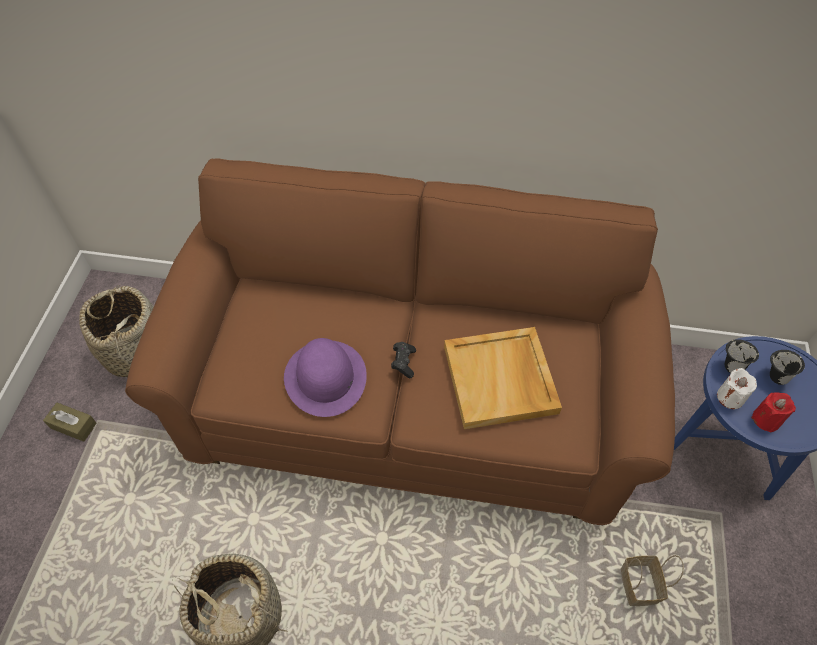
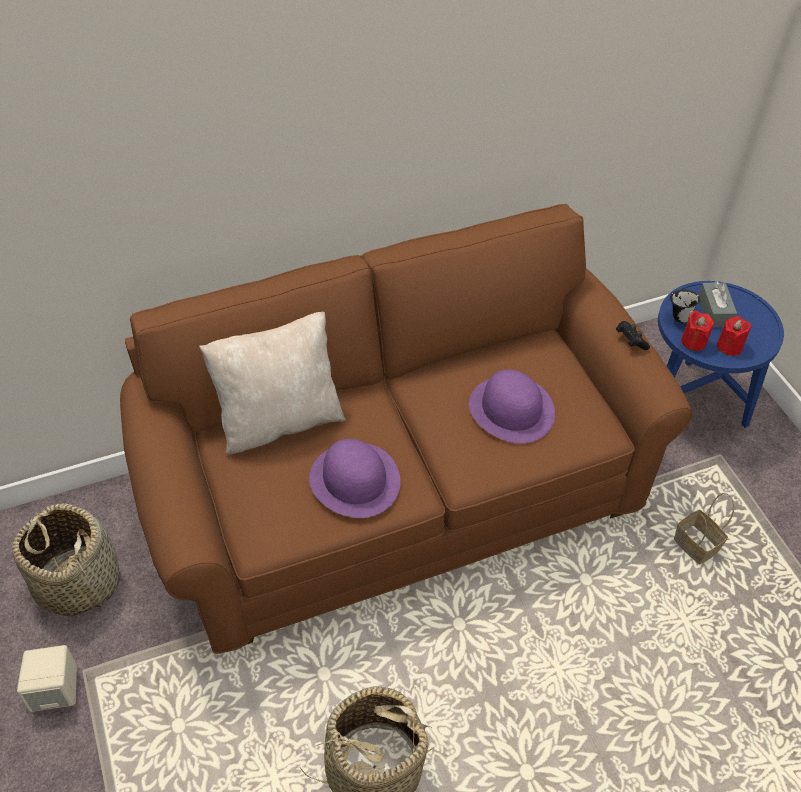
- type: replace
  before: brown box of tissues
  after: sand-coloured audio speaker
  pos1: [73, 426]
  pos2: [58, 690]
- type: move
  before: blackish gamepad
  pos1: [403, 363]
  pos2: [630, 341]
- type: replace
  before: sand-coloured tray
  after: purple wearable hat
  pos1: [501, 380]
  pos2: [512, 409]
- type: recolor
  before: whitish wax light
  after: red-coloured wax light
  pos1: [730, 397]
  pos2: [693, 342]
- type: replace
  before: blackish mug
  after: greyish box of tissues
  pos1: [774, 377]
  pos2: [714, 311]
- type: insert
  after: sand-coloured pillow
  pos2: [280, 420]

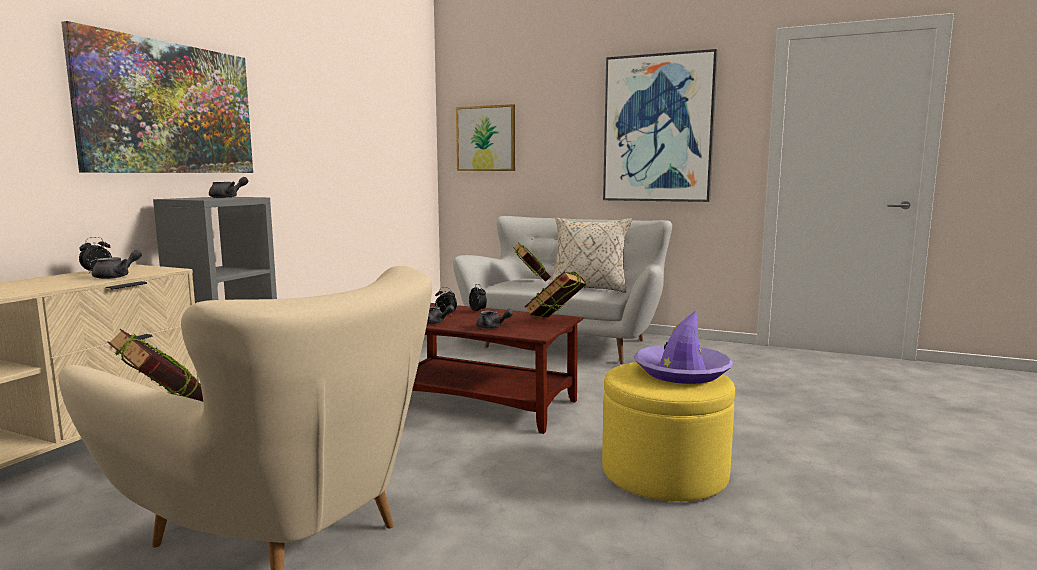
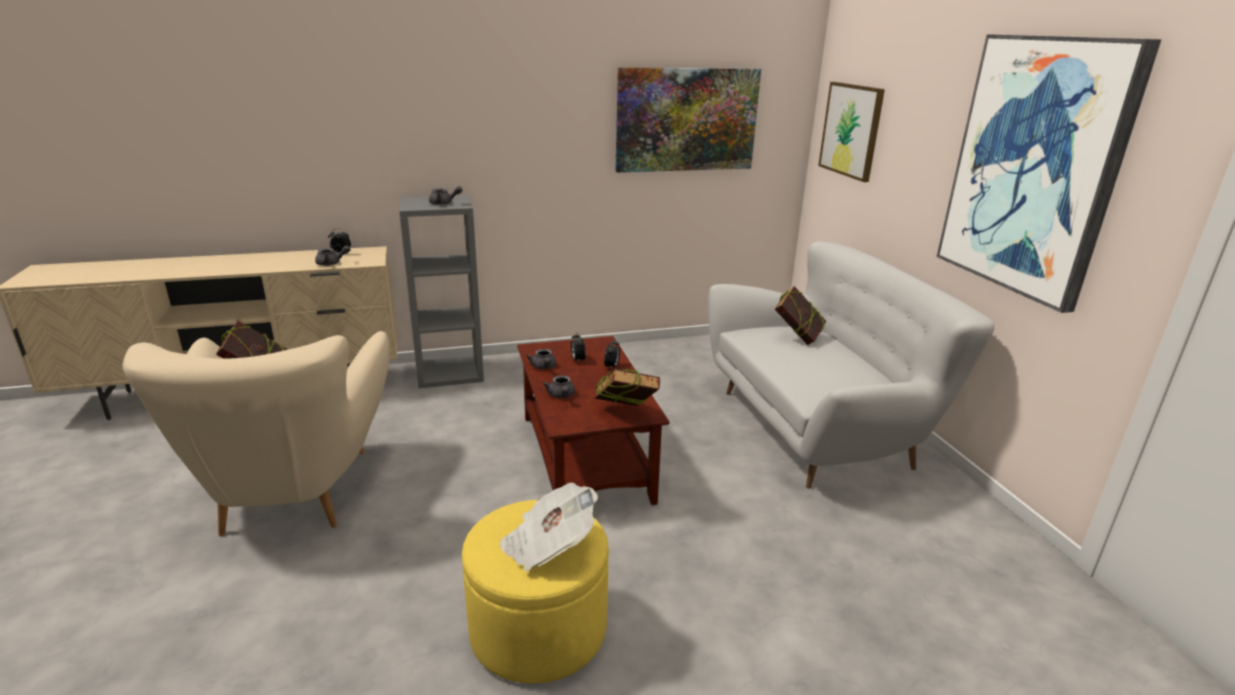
- type: move
  before: wall picture
  pos1: [169, 108]
  pos2: [686, 120]
- type: delete
  before: sand-coloured pillow
  pos1: [589, 288]
- type: replace
  before: purple wearable hat
  after: newspaper
  pos1: [681, 372]
  pos2: [548, 545]

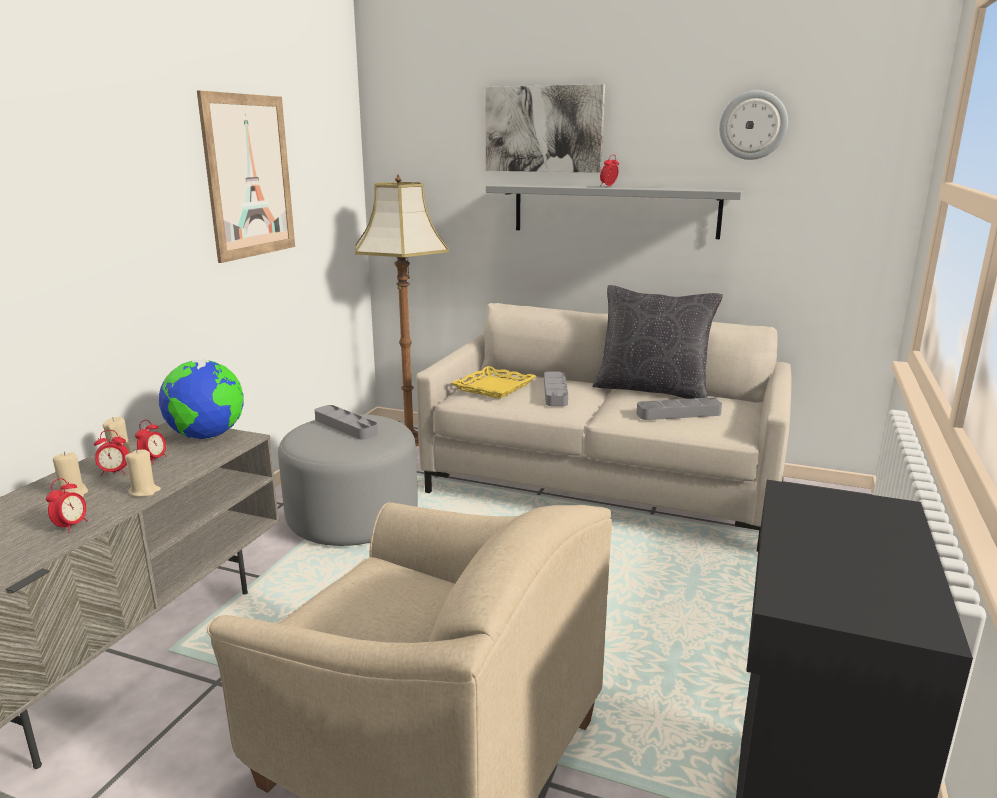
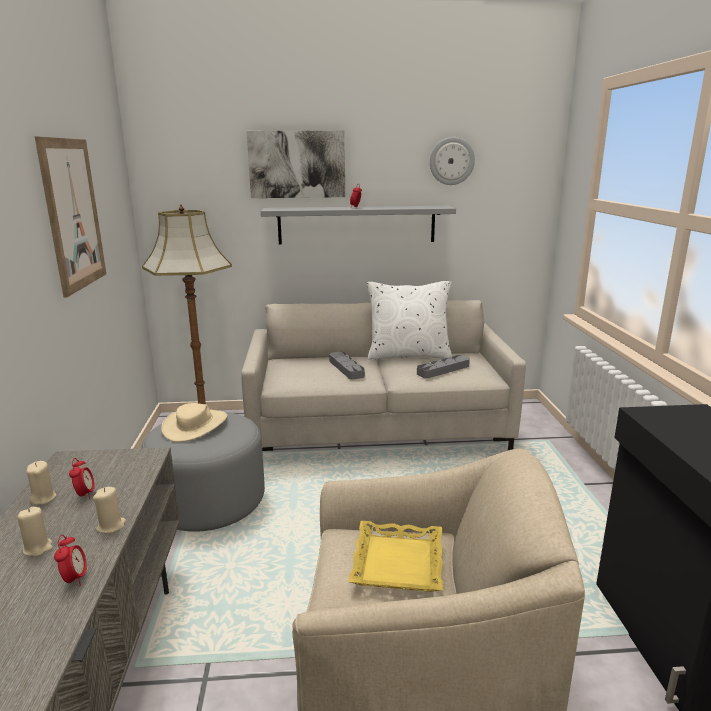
- type: delete
  before: table clock
  pos1: [114, 473]
- type: delete
  before: globe
  pos1: [207, 436]
- type: replace
  before: greyish tray
  after: sand-coloured wearable hat
  pos1: [345, 426]
  pos2: [195, 425]
- type: move
  before: yellowish tray
  pos1: [493, 387]
  pos2: [397, 562]
- type: recolor
  before: blackish pillow
  after: whitish pillow
  pos1: [652, 390]
  pos2: [408, 355]

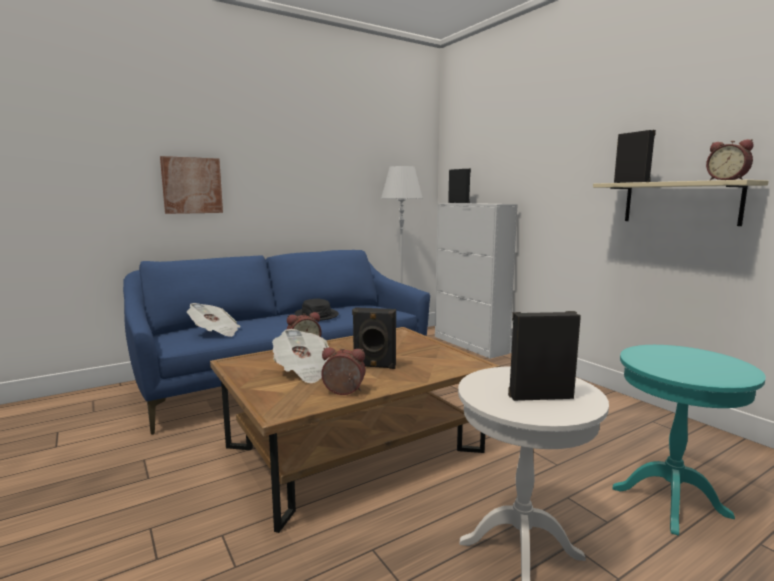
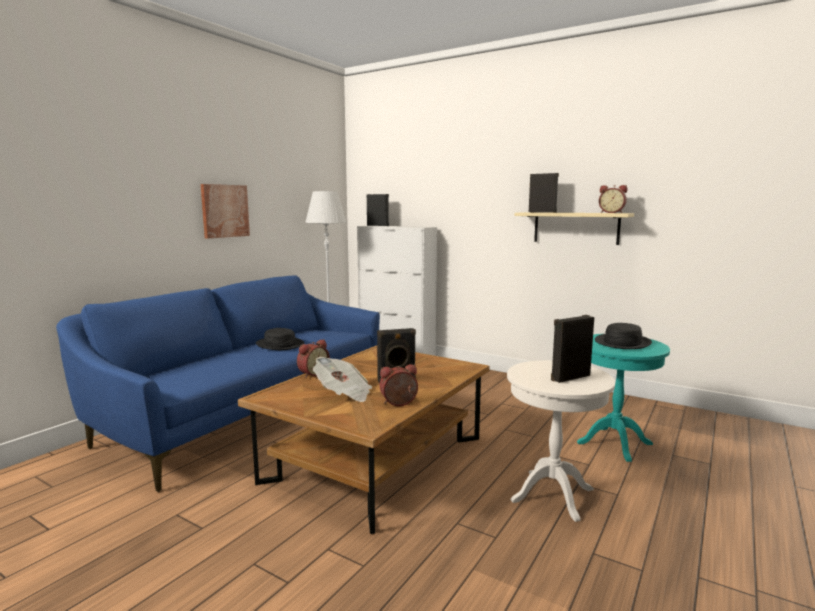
- type: move
  before: wall picture
  pos1: [192, 185]
  pos2: [224, 211]
- type: delete
  before: newspaper
  pos1: [215, 332]
- type: insert
  after: blackish wearable hat
  pos2: [622, 342]

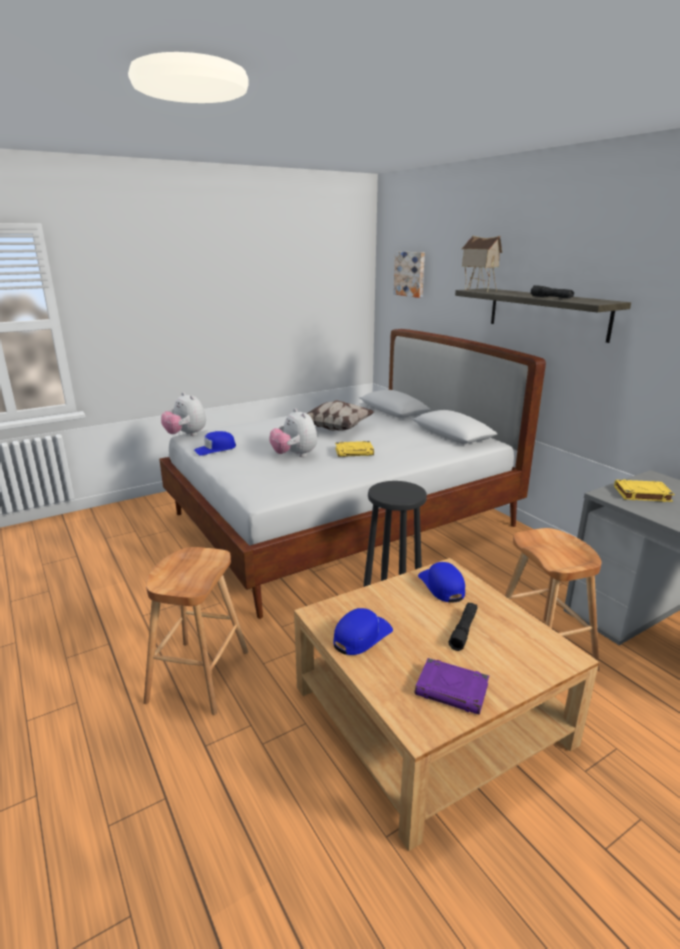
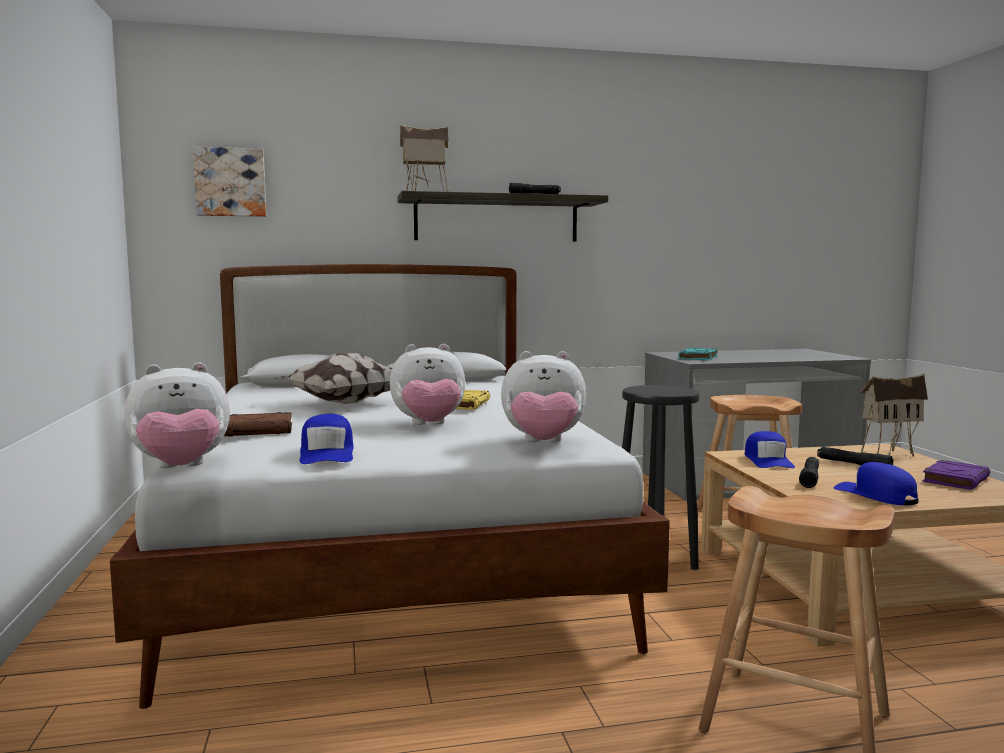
- type: rotate
  before: blue peaked cap
  pos1: [441, 586]
  pos2: [768, 460]
  turn: -90
- type: recolor
  before: yellowish book
  after: turquoise book
  pos1: [641, 494]
  pos2: [698, 358]
- type: insert
  after: brown book
  pos2: [257, 430]
- type: insert
  after: plush toy
  pos2: [543, 443]
- type: insert
  after: blackish torch
  pos2: [809, 478]
- type: insert
  after: toy house
  pos2: [888, 454]

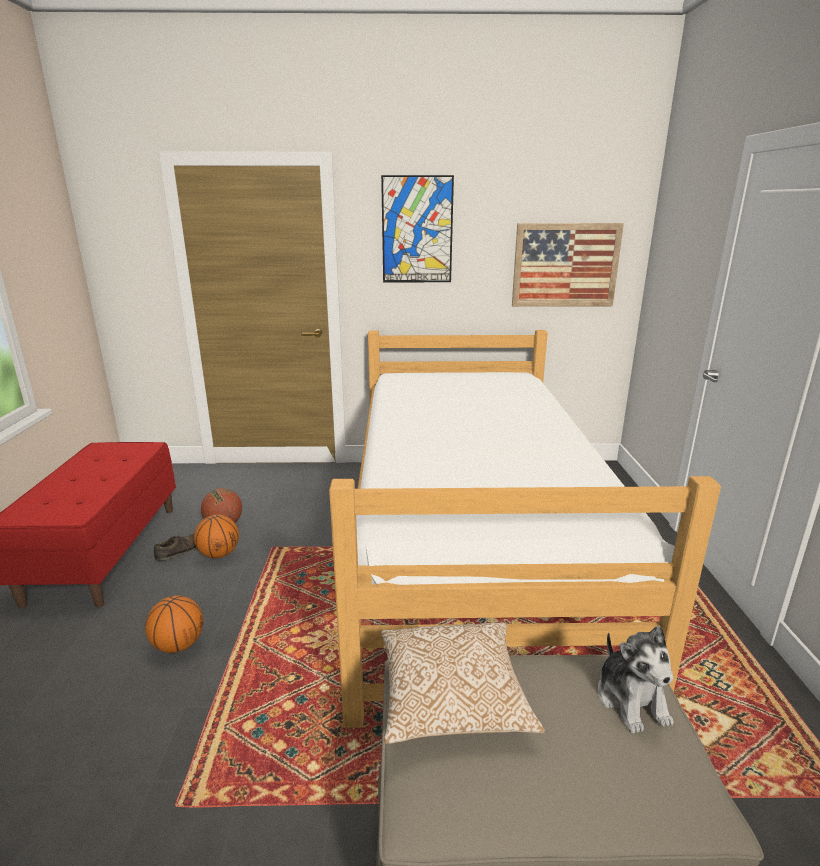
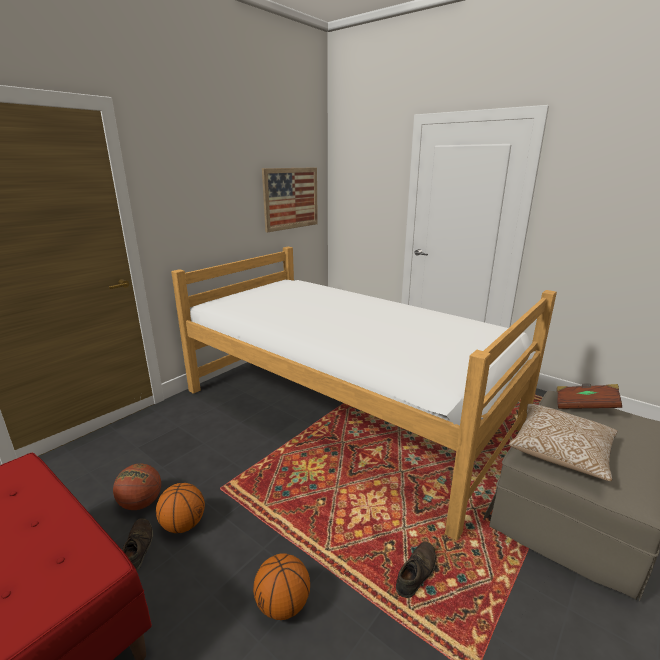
- type: delete
  before: wall picture
  pos1: [417, 230]
- type: replace
  before: plush toy
  after: brown book
  pos1: [631, 700]
  pos2: [584, 406]
- type: insert
  after: brown shoe
  pos2: [416, 572]

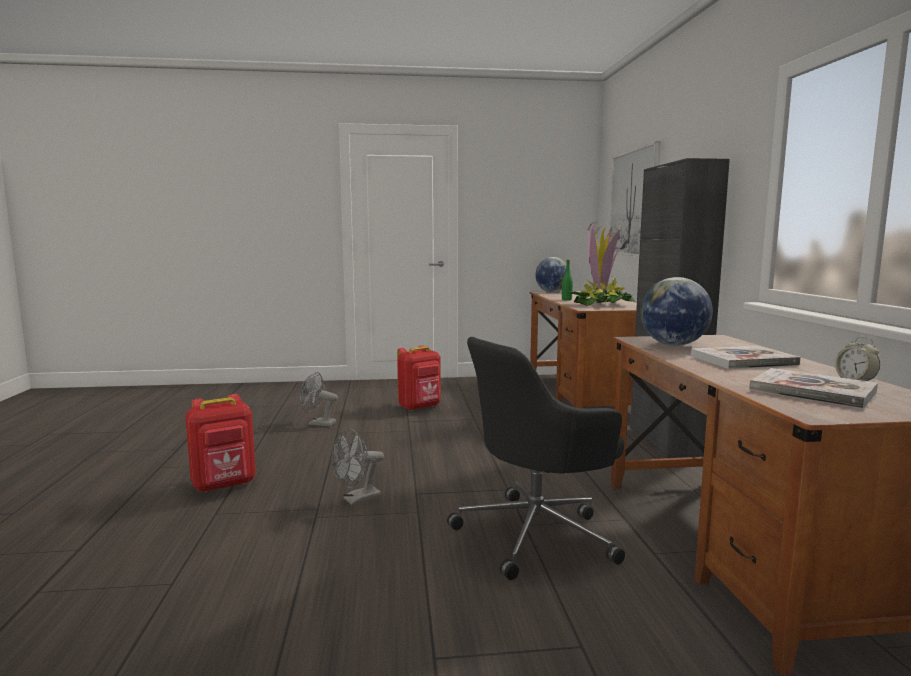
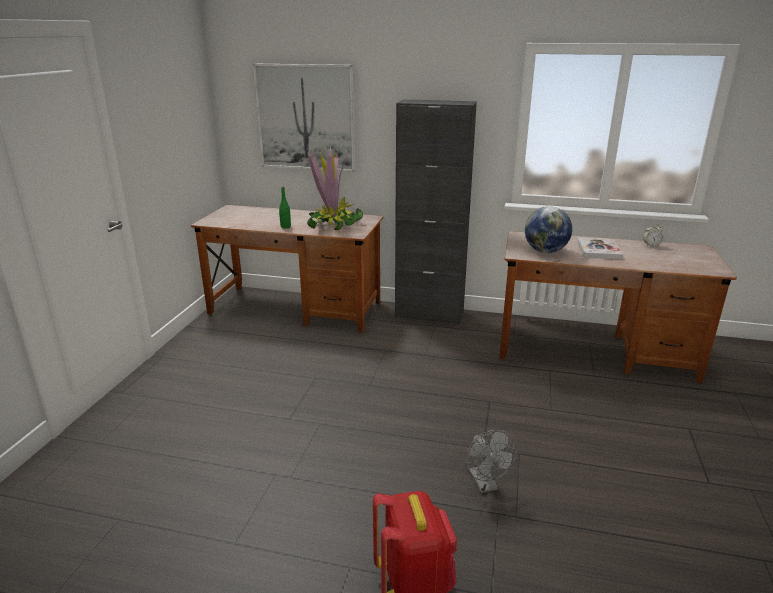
- type: delete
  before: greyish fan
  pos1: [318, 423]
- type: delete
  before: red-coloured backpack
  pos1: [420, 407]
- type: delete
  before: blackish office chair
  pos1: [537, 534]
- type: delete
  before: globe
  pos1: [552, 292]
- type: delete
  before: book
  pos1: [812, 391]

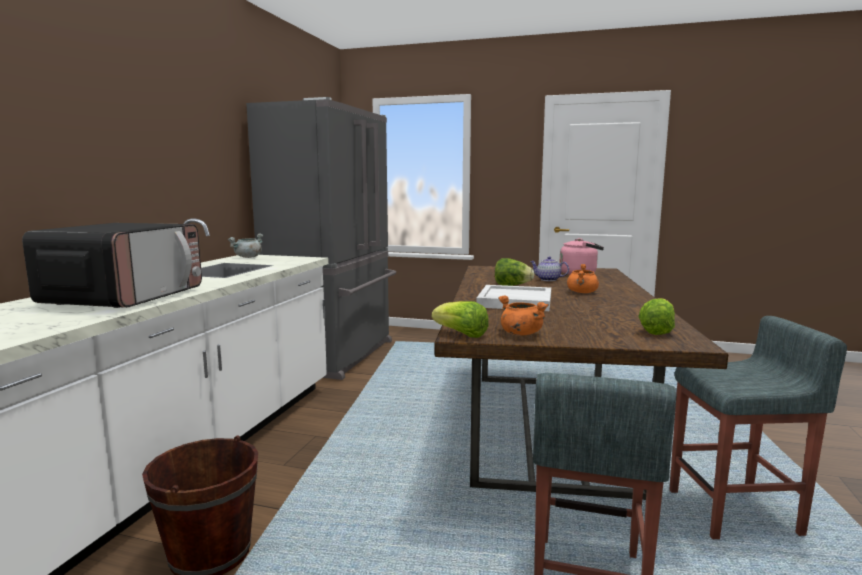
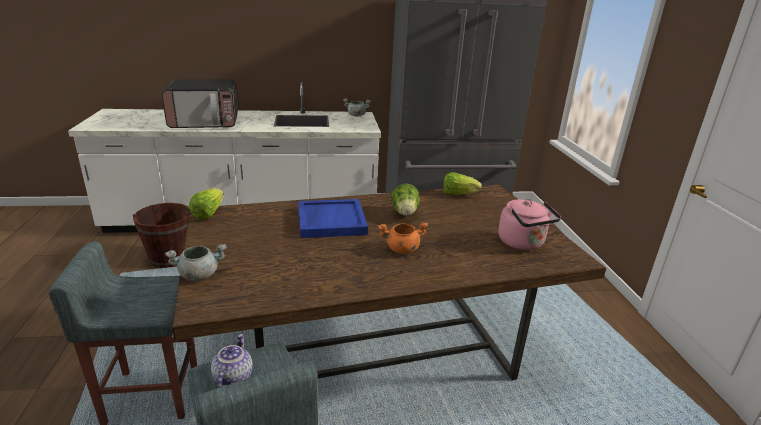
- type: recolor
  before: whitish tray
  after: blue tray
  pos1: [514, 301]
  pos2: [330, 221]
- type: delete
  before: orange-coloured saucepot
  pos1: [520, 333]
- type: move
  before: tea pot
  pos1: [548, 280]
  pos2: [232, 377]
- type: move
  before: lettuce head
  pos1: [657, 330]
  pos2: [458, 194]
- type: insert
  after: greyish saucepot
  pos2: [199, 274]

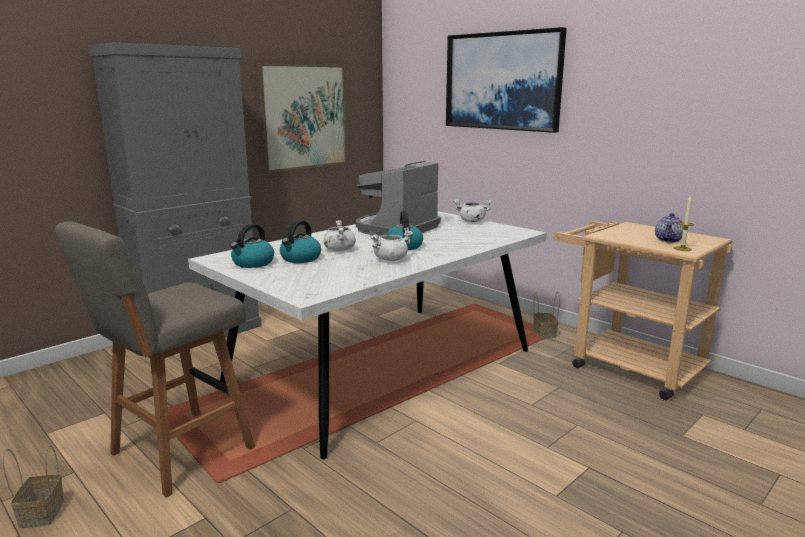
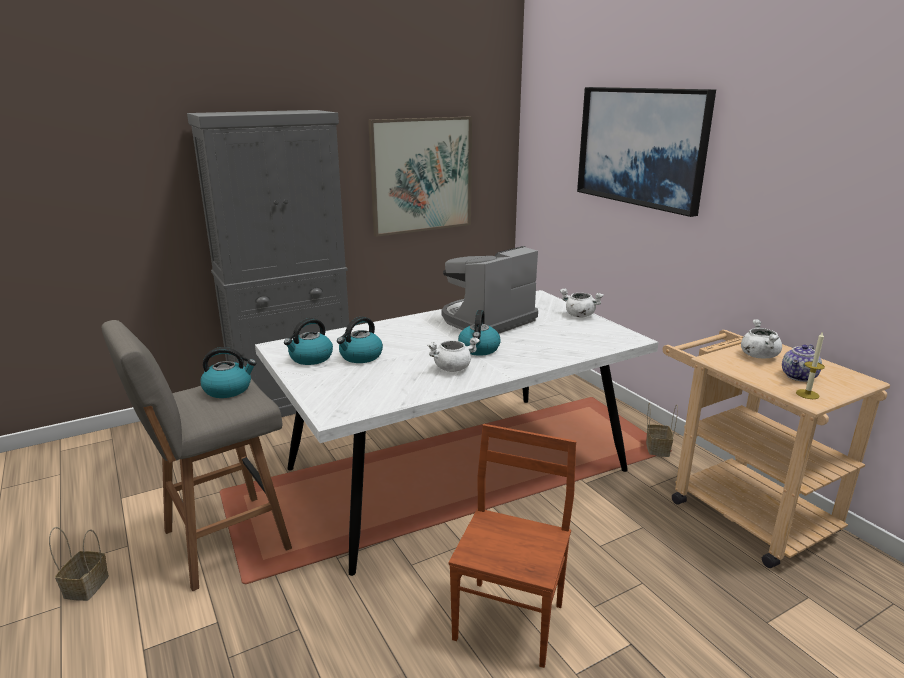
- type: move
  before: whitish saucepot
  pos1: [339, 250]
  pos2: [758, 355]
- type: insert
  after: tea kettle
  pos2: [228, 389]
- type: insert
  after: brown chair
  pos2: [511, 621]

